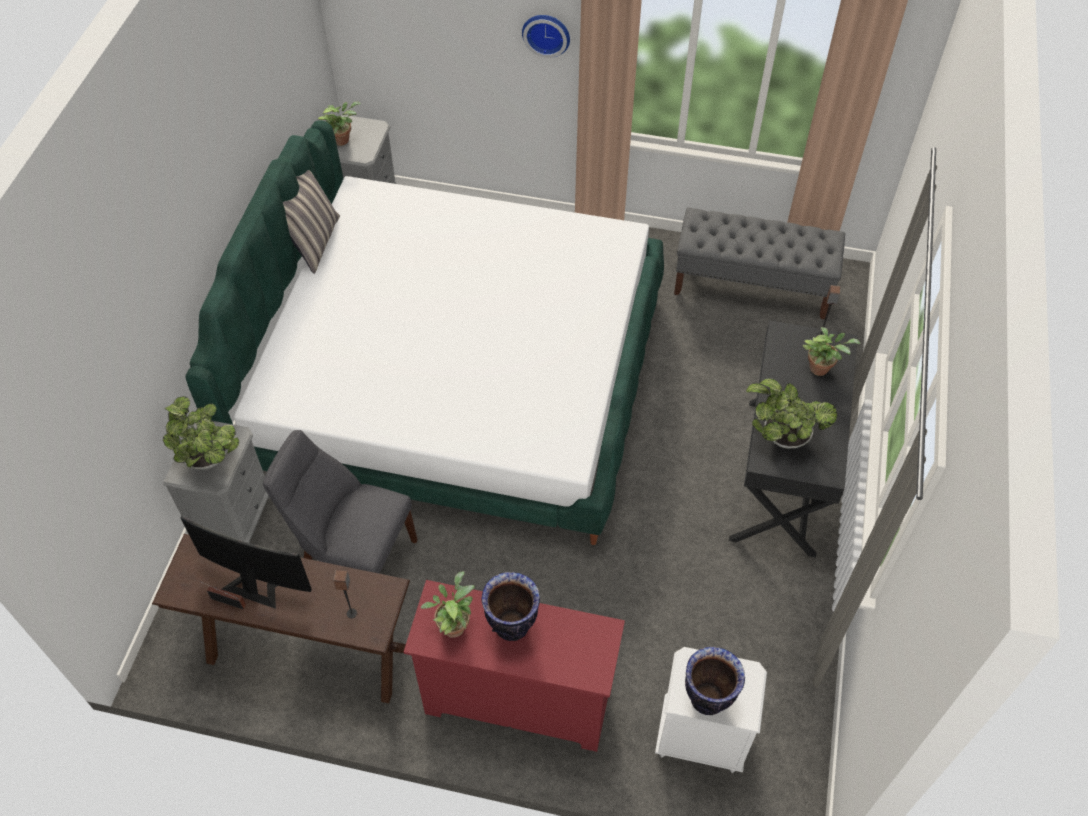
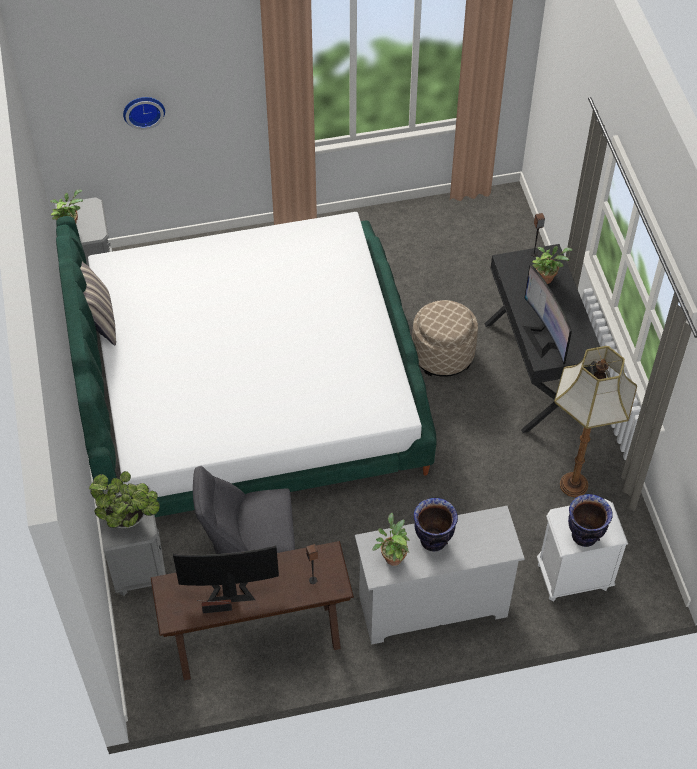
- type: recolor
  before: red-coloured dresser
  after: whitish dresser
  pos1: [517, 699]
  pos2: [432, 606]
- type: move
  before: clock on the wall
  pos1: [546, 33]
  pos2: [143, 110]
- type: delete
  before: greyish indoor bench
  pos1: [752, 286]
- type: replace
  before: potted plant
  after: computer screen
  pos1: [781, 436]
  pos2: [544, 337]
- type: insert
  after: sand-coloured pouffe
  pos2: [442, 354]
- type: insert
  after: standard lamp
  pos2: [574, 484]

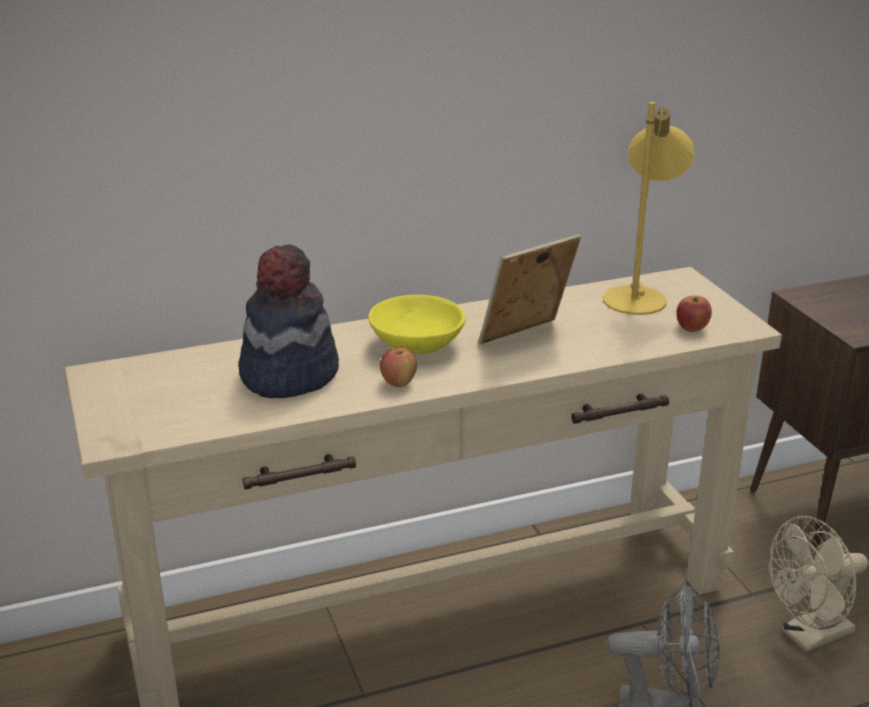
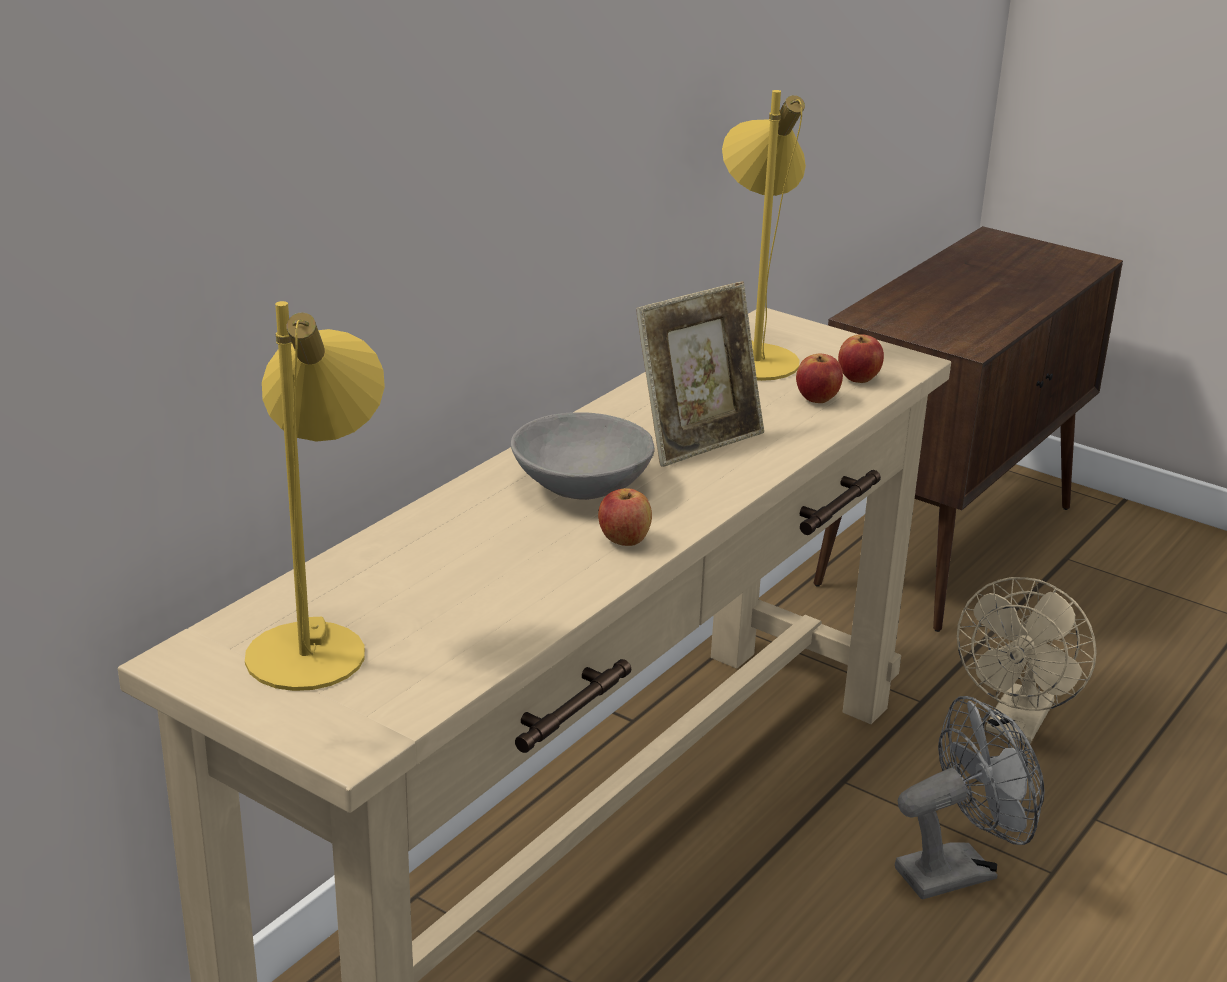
- type: delete
  before: wearable hat
  pos1: [288, 374]
- type: recolor
  before: yellowish bowl
  after: greyish bowl
  pos1: [416, 345]
  pos2: [581, 487]
- type: rotate
  before: photo frame
  pos1: [526, 338]
  pos2: [698, 440]
  turn: -150
- type: insert
  after: yellowish lamp for a table
  pos2: [318, 643]
- type: insert
  after: whole apple
  pos2: [817, 399]

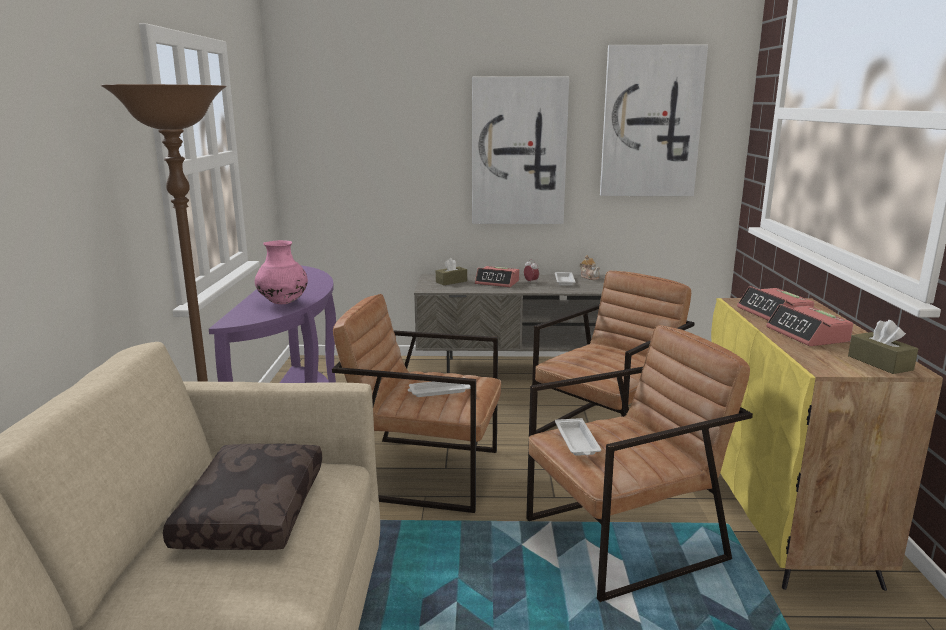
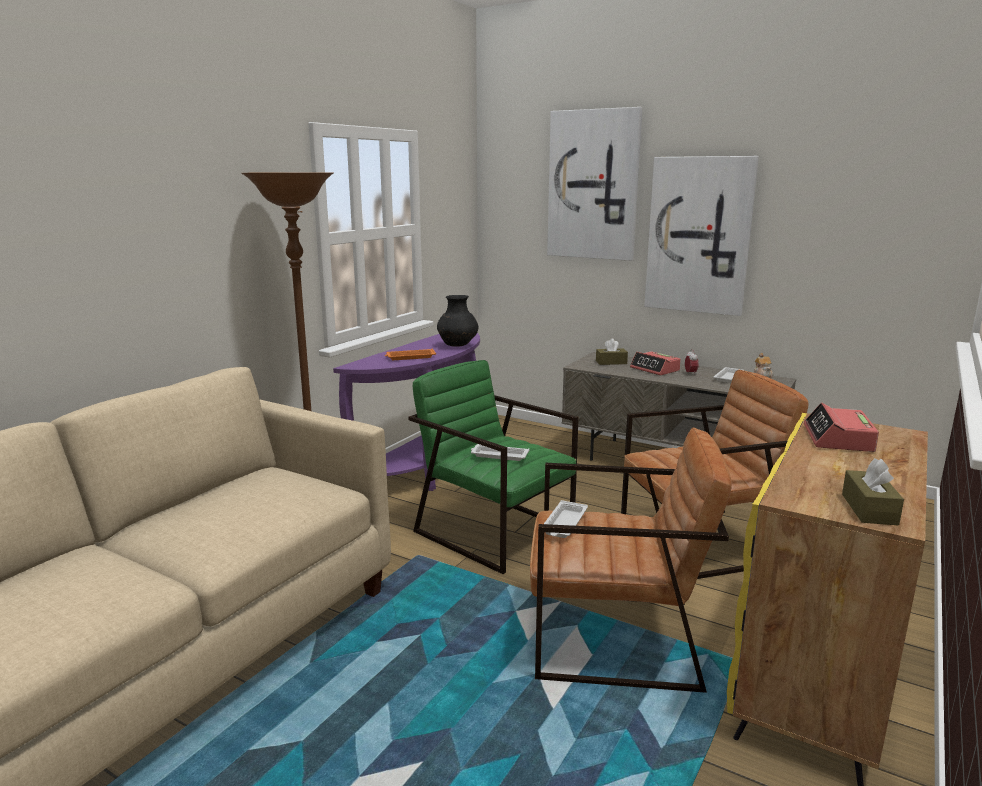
- type: delete
  before: brown pillow
  pos1: [250, 510]
- type: replace
  before: pinkish vase
  after: orange-coloured tray
  pos1: [283, 303]
  pos2: [410, 357]
- type: recolor
  before: brown easy chair
  after: green-coloured easy chair
  pos1: [424, 472]
  pos2: [494, 530]
- type: move
  before: wall picture
  pos1: [651, 122]
  pos2: [593, 185]
- type: delete
  before: table clock
  pos1: [807, 335]
- type: insert
  after: blackish vase
  pos2: [457, 346]

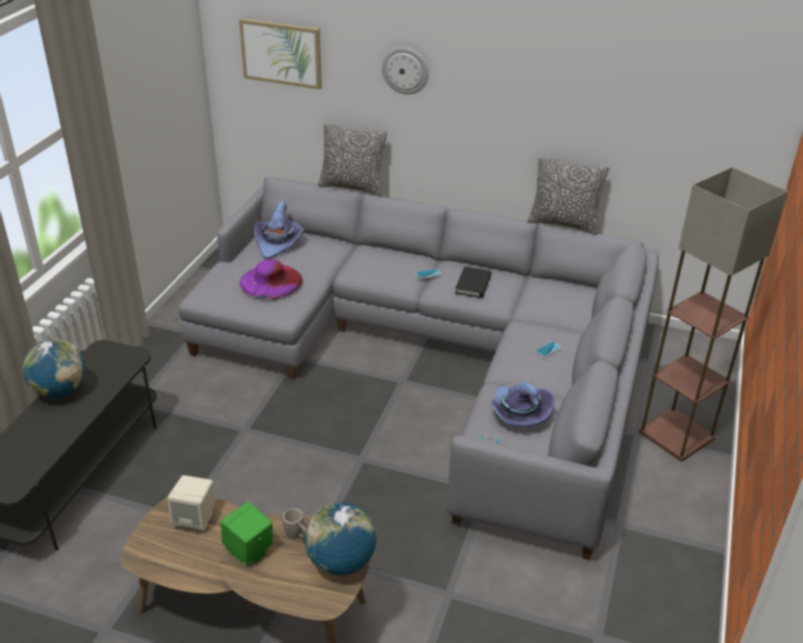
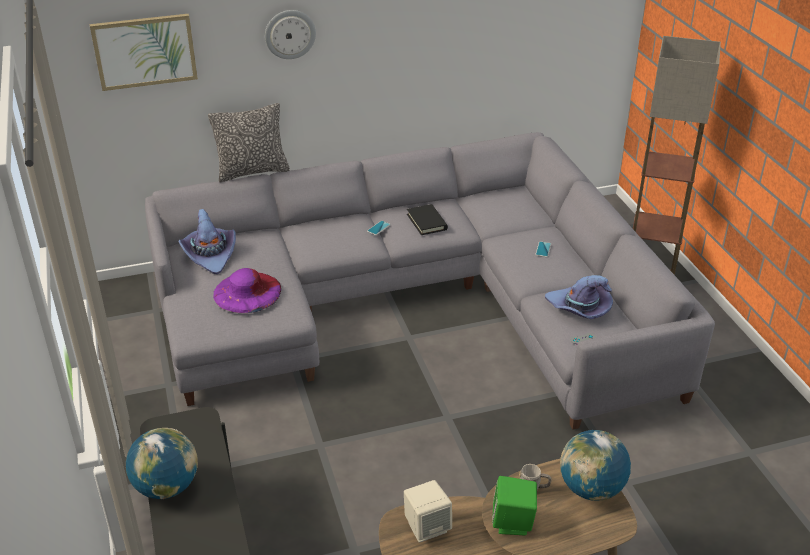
- type: delete
  before: pillow
  pos1: [564, 223]

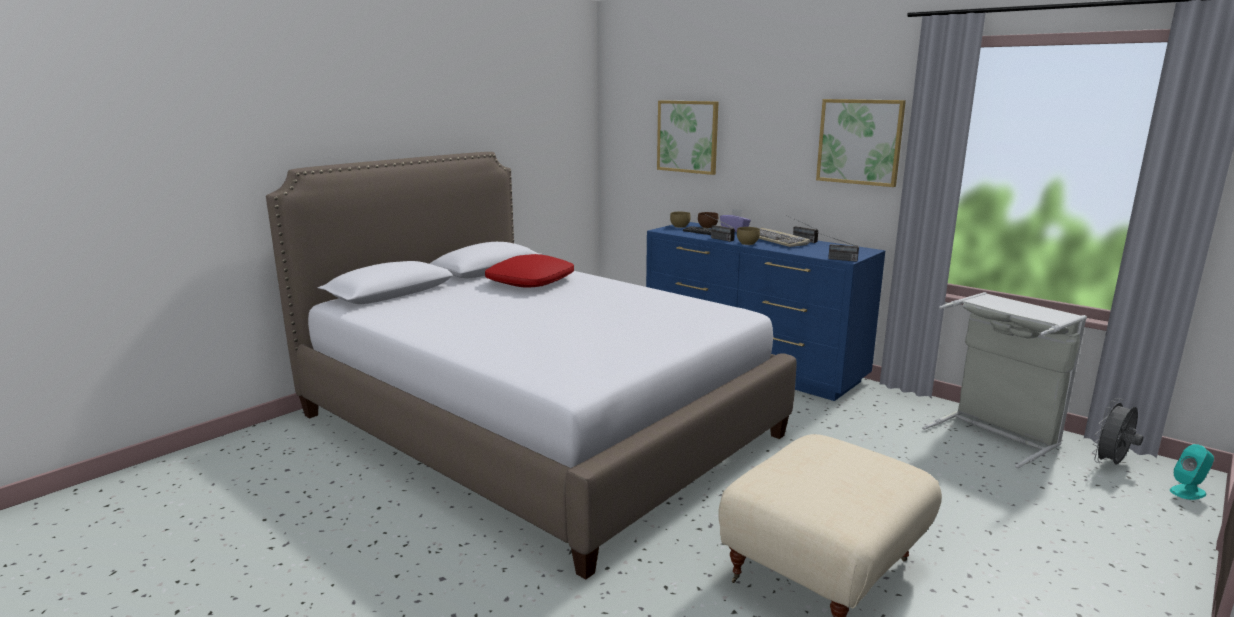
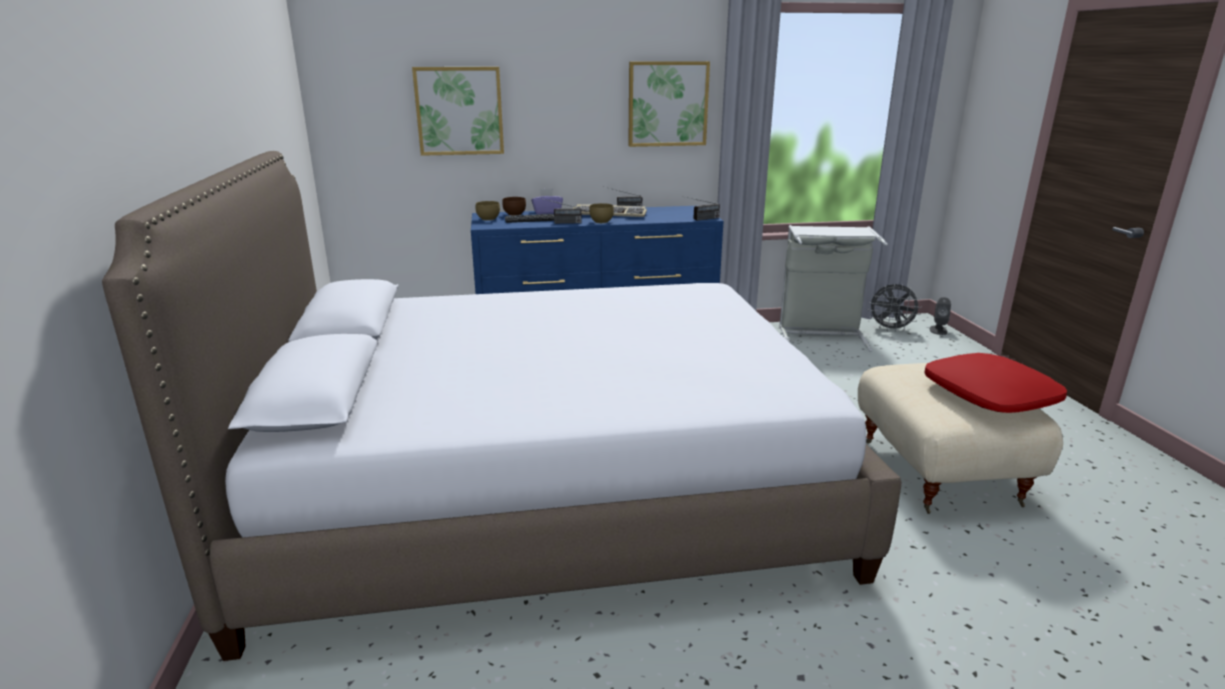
- type: move
  before: red-coloured pillow
  pos1: [530, 282]
  pos2: [988, 396]
- type: rotate
  before: greyish fan
  pos1: [1111, 464]
  pos2: [890, 329]
  turn: -75
- type: recolor
  before: turquoise audio speaker
  after: greyish audio speaker
  pos1: [1188, 492]
  pos2: [938, 330]

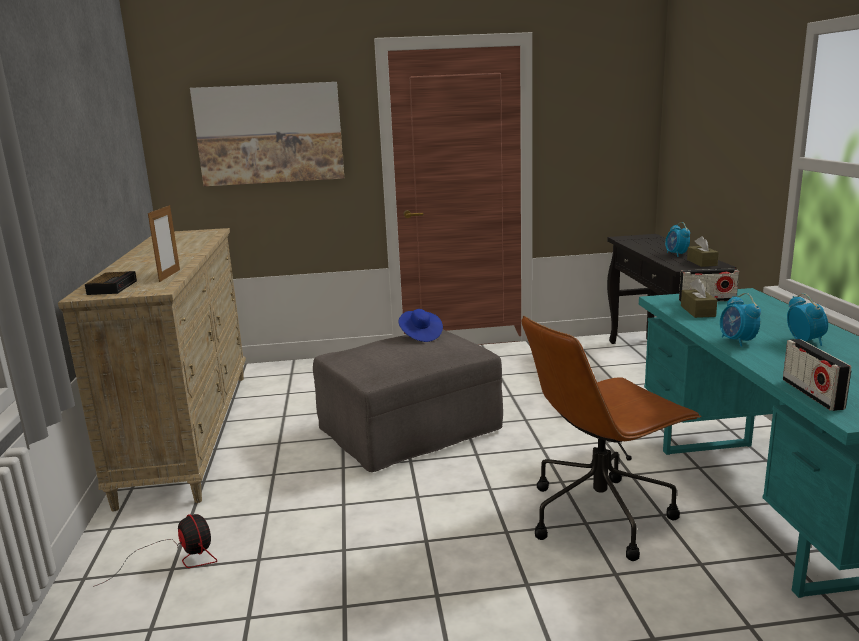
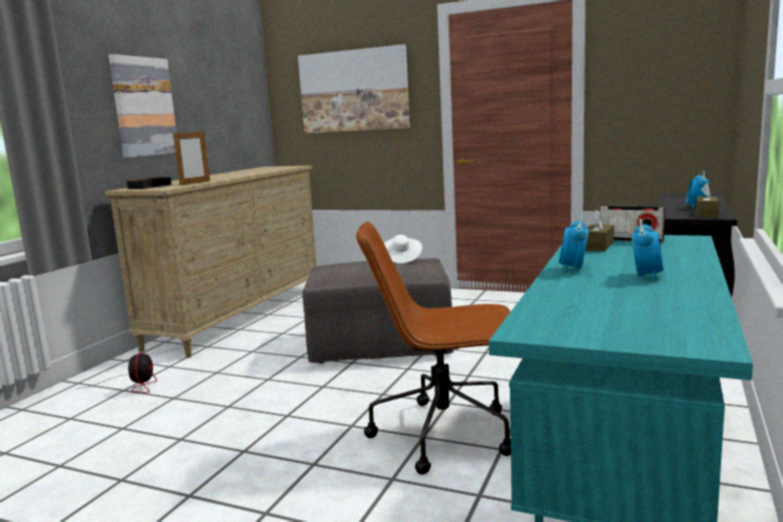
- type: recolor
  before: blue wearable hat
  after: whitish wearable hat
  pos1: [420, 335]
  pos2: [401, 259]
- type: delete
  before: radio set
  pos1: [812, 394]
- type: insert
  after: wall picture
  pos2: [143, 107]

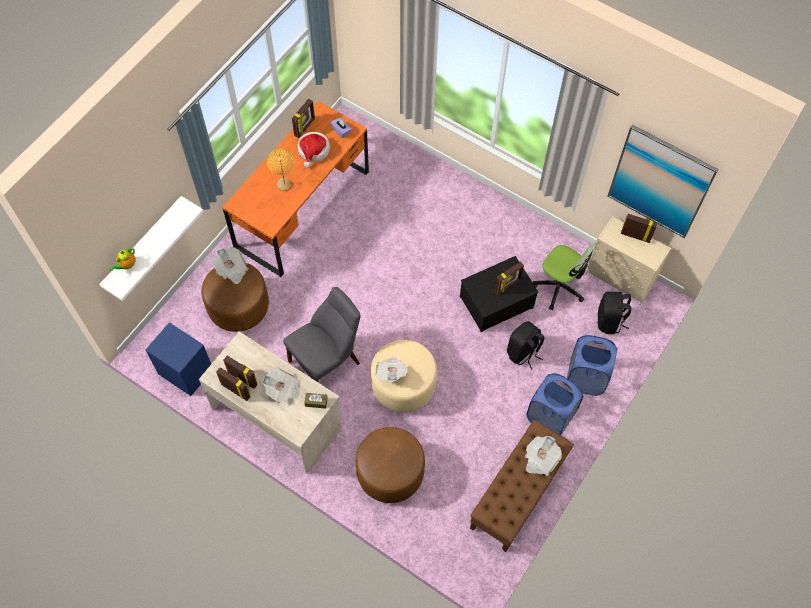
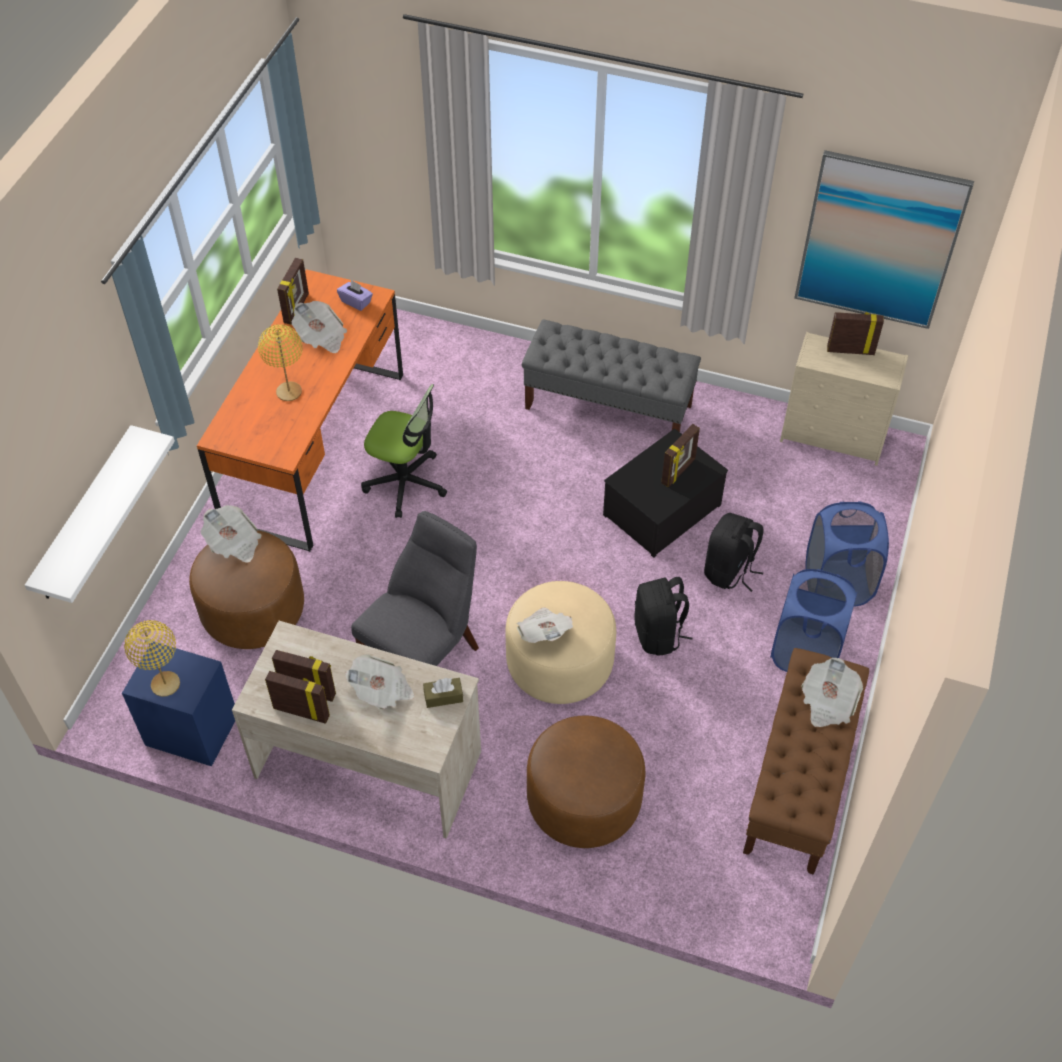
- type: delete
  before: tea pot
  pos1: [126, 265]
- type: replace
  before: wearable hat
  after: newspaper
  pos1: [313, 151]
  pos2: [321, 337]
- type: move
  before: office chair
  pos1: [559, 286]
  pos2: [406, 483]
- type: move
  before: blackish backpack
  pos1: [610, 321]
  pos2: [658, 634]
- type: insert
  after: yellowish lamp for a table
  pos2: [165, 685]
- type: insert
  after: greyish indoor bench
  pos2: [609, 407]

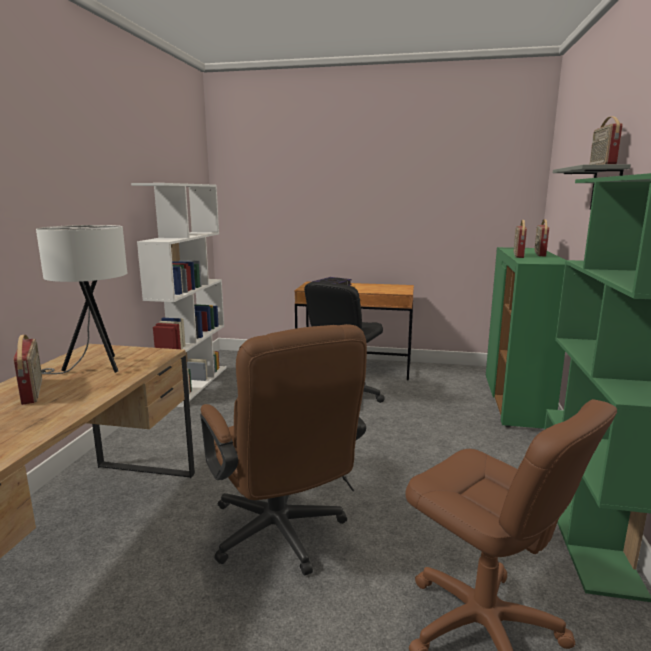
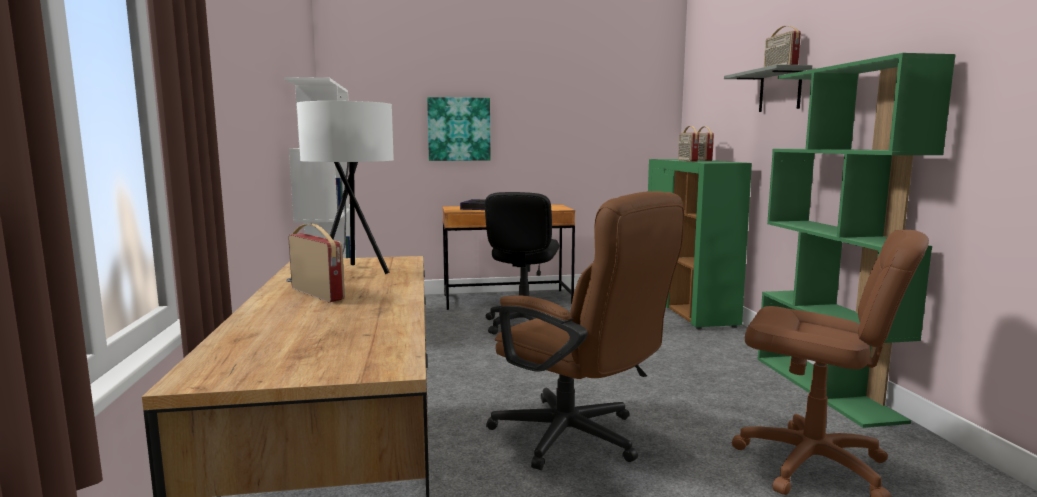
- type: insert
  after: wall picture
  pos2: [459, 129]

